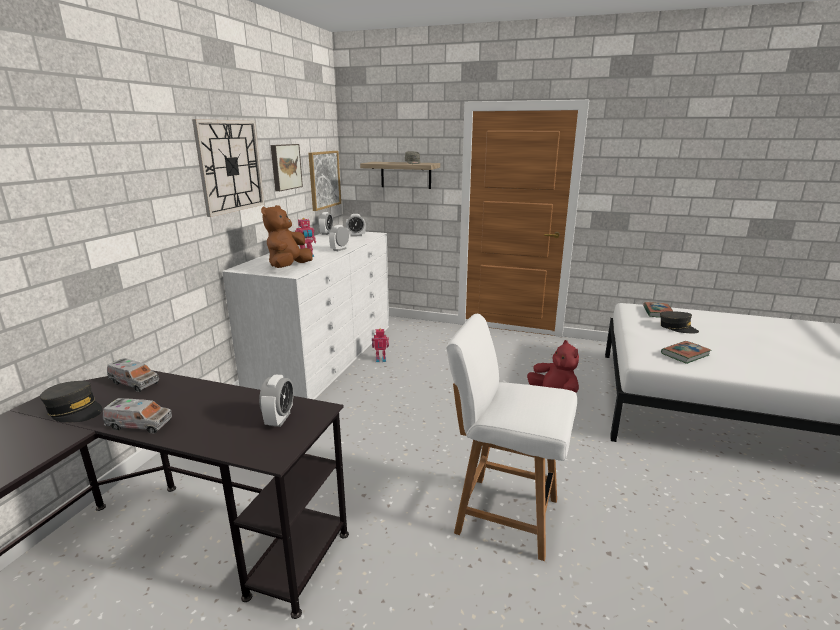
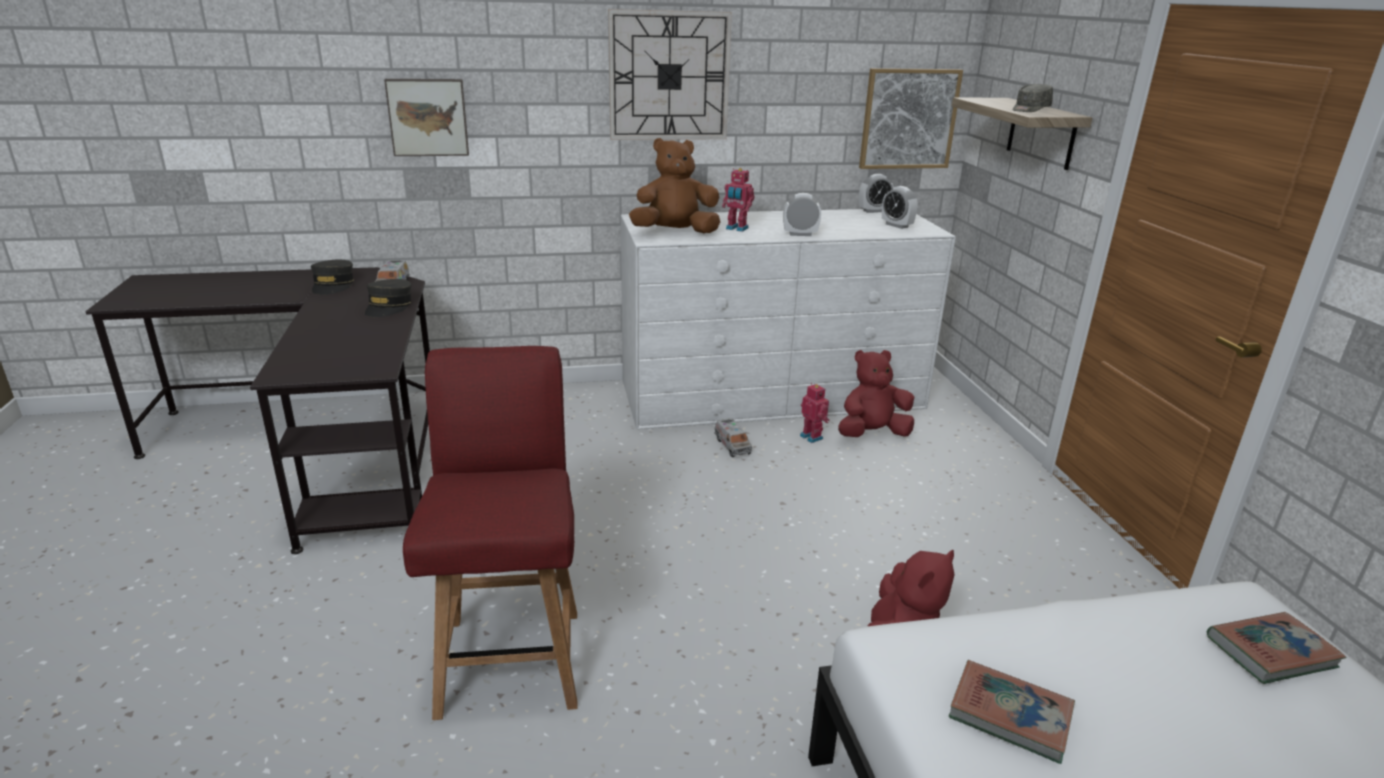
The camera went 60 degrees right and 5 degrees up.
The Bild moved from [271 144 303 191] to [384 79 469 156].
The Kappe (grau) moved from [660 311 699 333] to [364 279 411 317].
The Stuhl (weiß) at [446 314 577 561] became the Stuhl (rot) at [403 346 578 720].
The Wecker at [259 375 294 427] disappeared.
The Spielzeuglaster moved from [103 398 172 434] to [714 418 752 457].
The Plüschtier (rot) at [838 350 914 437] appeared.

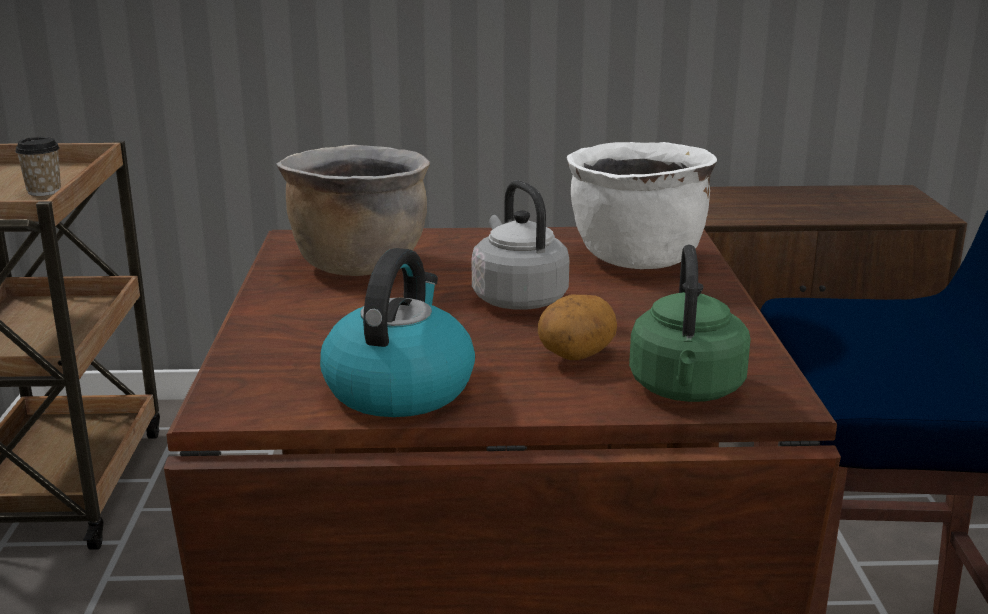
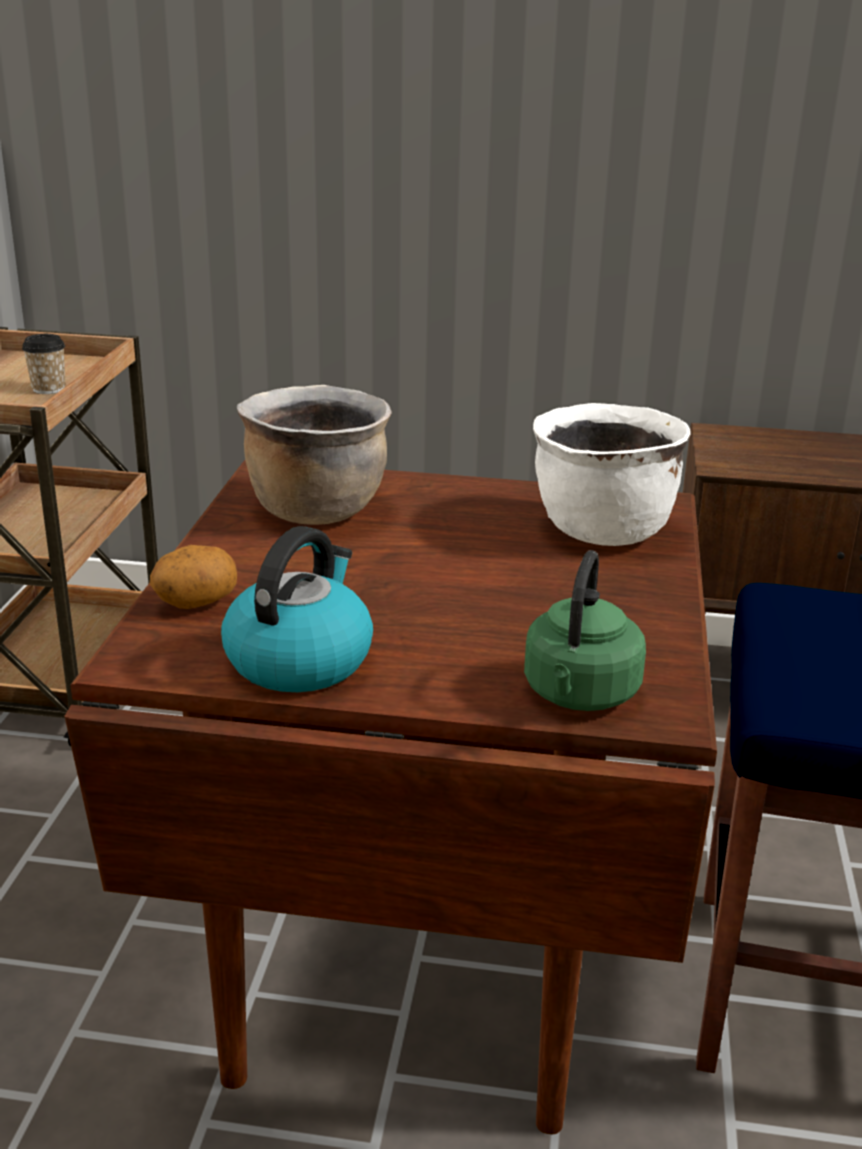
The camera went 10 degrees right and 5 degrees up.
The Wasserkessel (grau) at [472 180 569 310] disappeared.
The Kartoffel moved from [538 294 617 360] to [150 545 237 609].

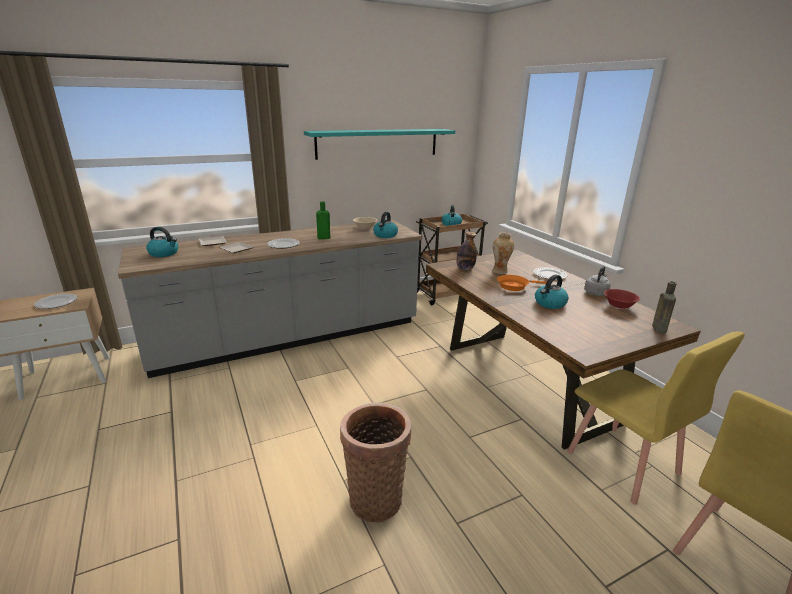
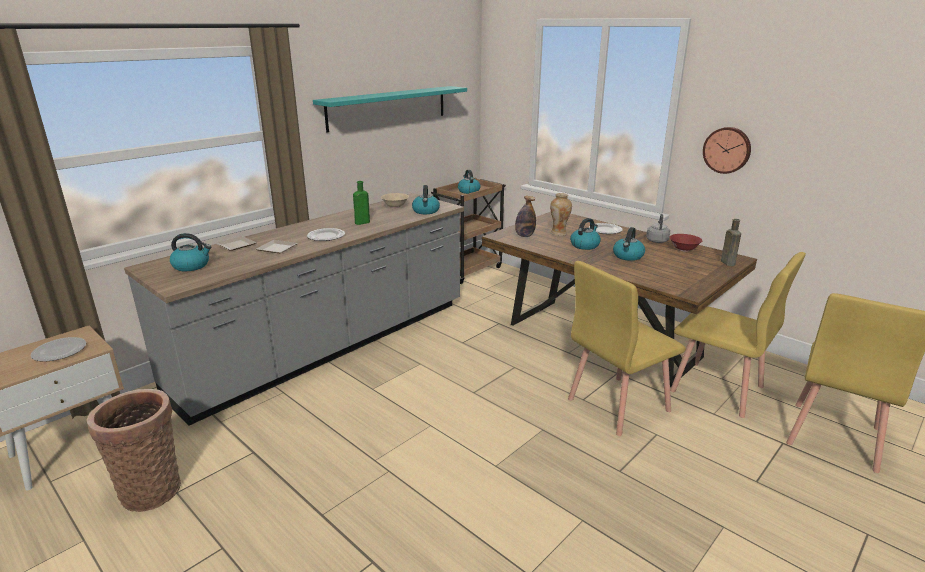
The camera went 20 degrees left and 0 degrees up.
The Pfanne (orange) at [497 275 547 291] was replaced by the Wasserkessel at [570 218 601 250].
The Korb moved from [340 402 411 523] to [87 389 181 512].
The Wanduhr at [703 127 751 174] appeared.
The Stuhl (gelb) at [568 261 686 436] appeared.

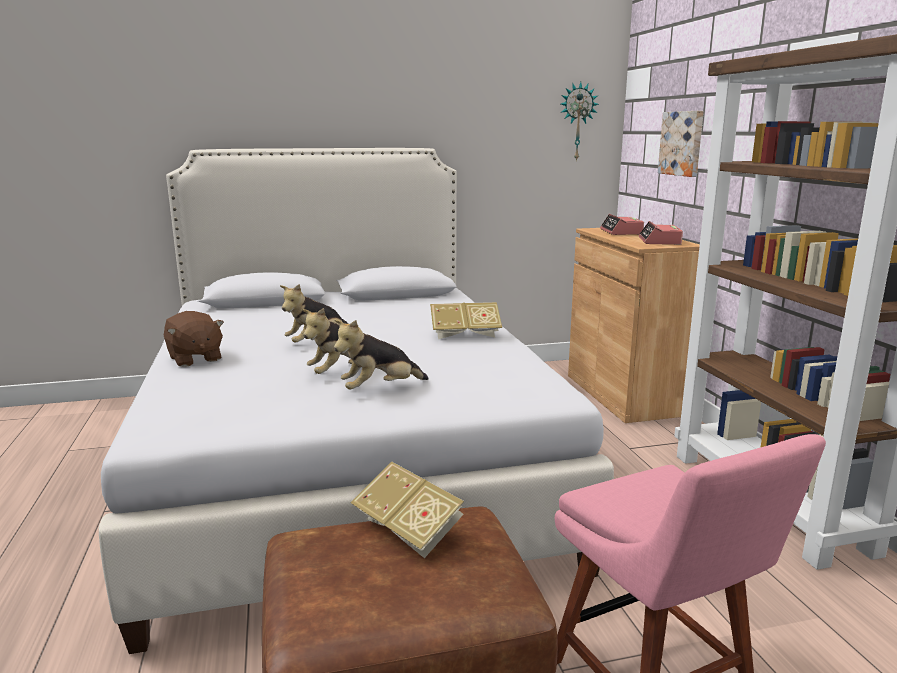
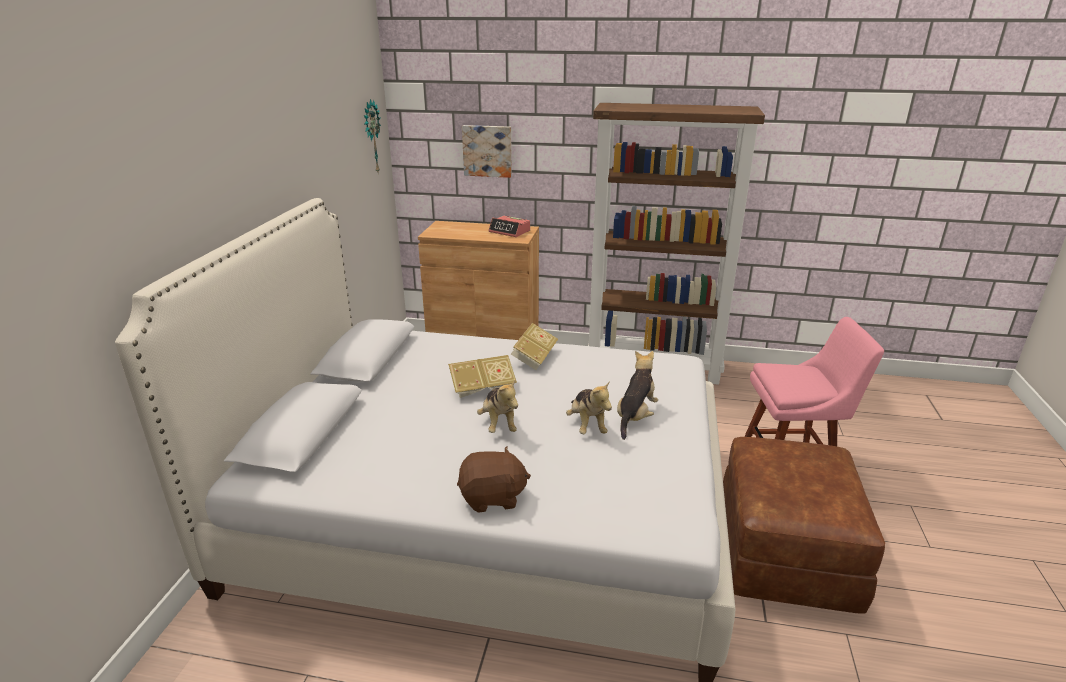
The camera went 65 degrees left and 10 degrees up.
The Wecker at [600 214 644 235] disappeared.
The Plüschtier at [334 320 429 390] turned 150 degrees counterclockwise.
The Buch moved from [350 462 464 558] to [448 355 517 398].

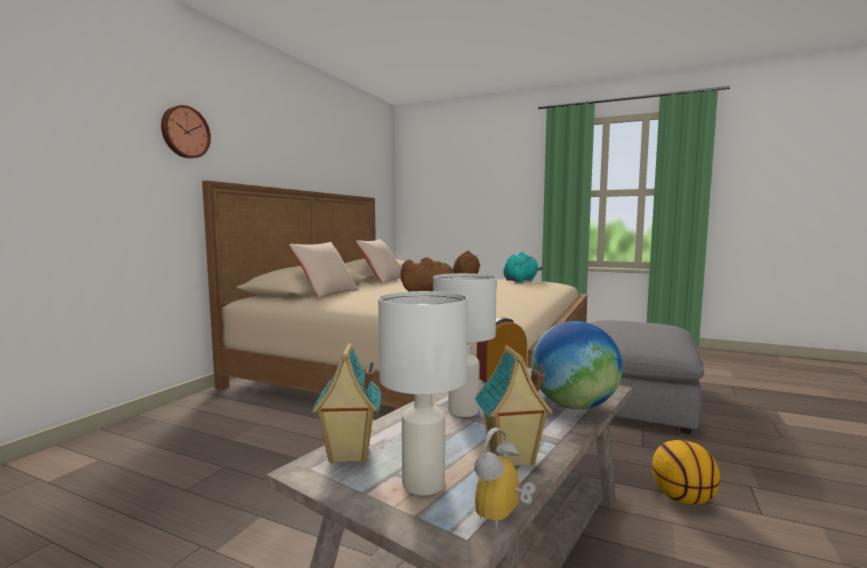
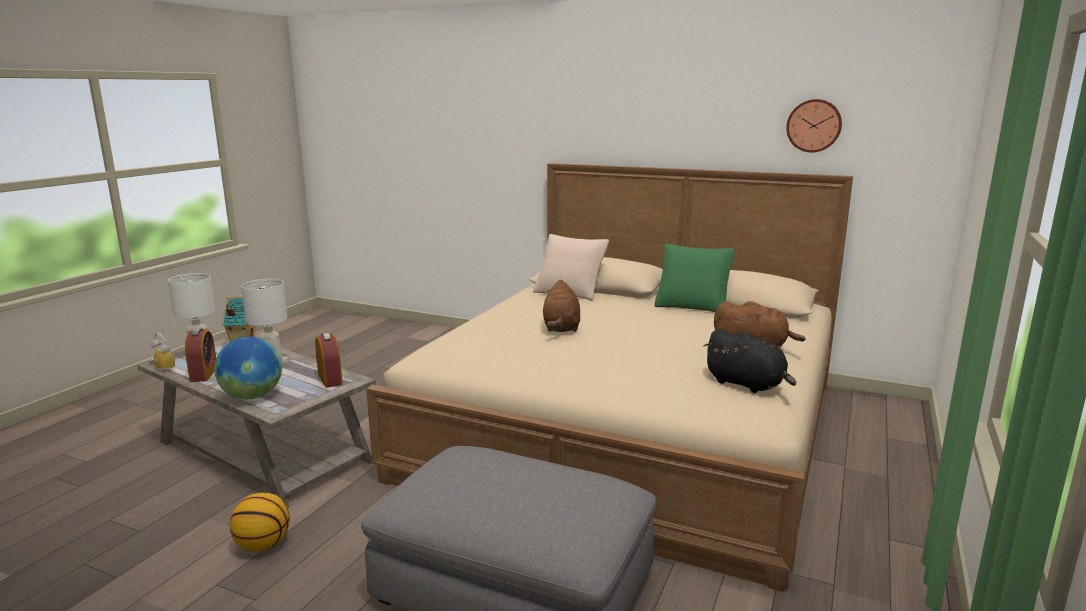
The camera went 90 degrees right and 10 degrees up.
The Wanduhr moved from [161 105 211 158] to [786 99 842 153].
The Kissen (beige) at [356 239 401 284] became the Kissen (grün) at [654 244 735 312].
The Plüschtier (türkis) at [503 252 543 283] became the Plüschtier (schwarz) at [703 328 796 393].
The Spielzeughaus at [475 345 553 466] was replaced by the Wecker at [185 328 216 382].

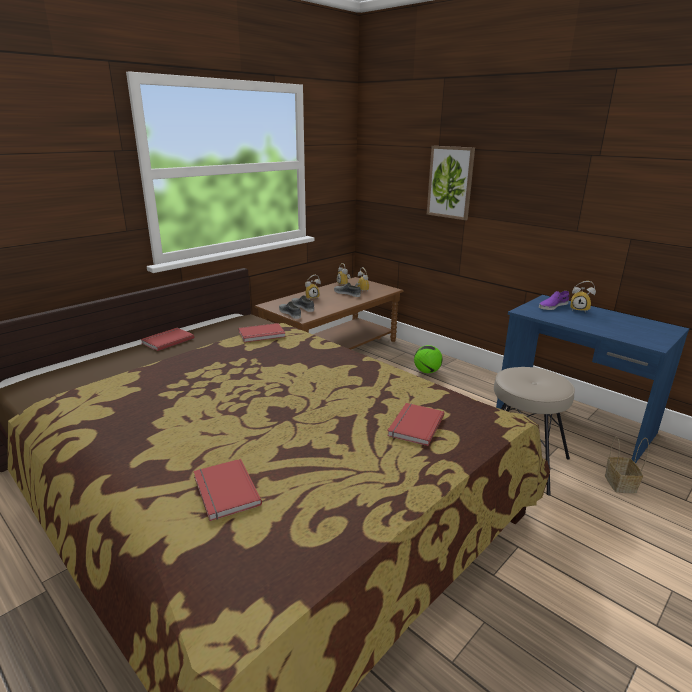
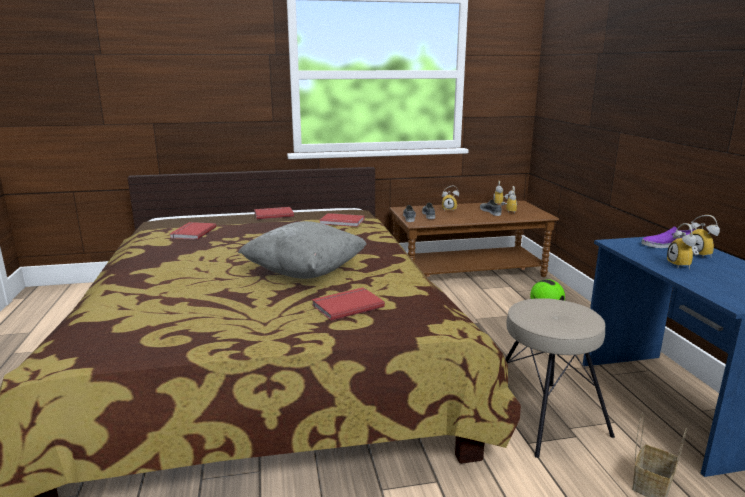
The camera went 35 degrees right and 5 degrees down.
The Bild at [427 146 475 220] disappeared.
The Buch (rot) moved from [194 459 262 521] to [170 222 216 240].
The Kissen (grau) at [238 221 367 279] appeared.
The Wecker at [667 223 699 270] appeared.

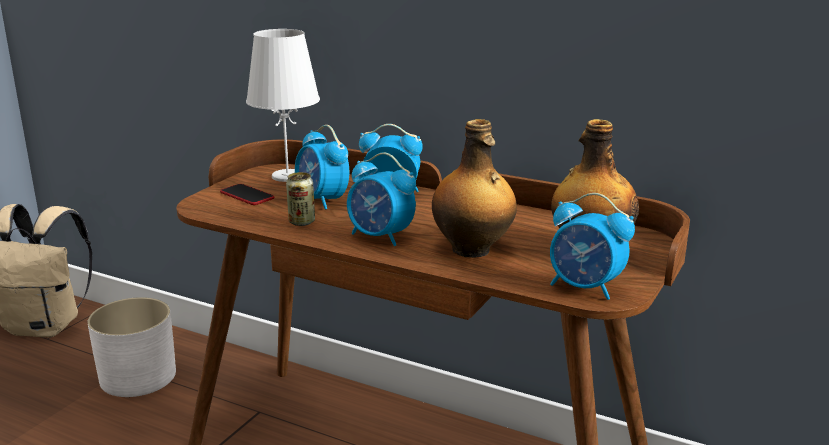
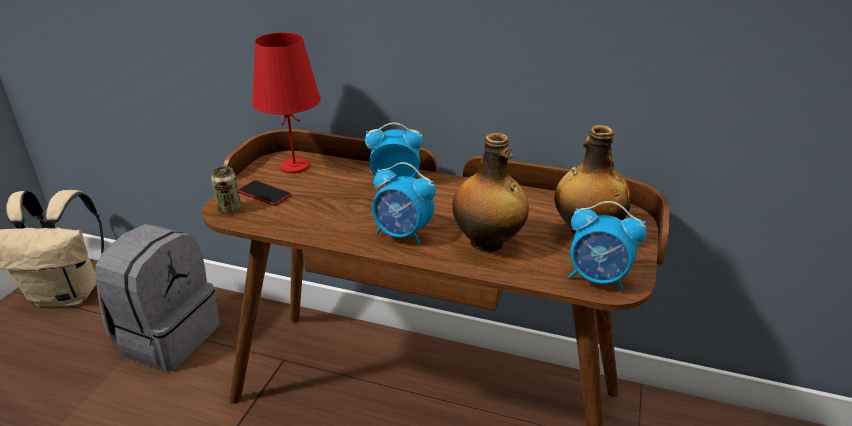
The camera went 10 degrees left and 10 degrees up.
The Tischlampe (weiß) at [246 29 320 182] became the Tischlampe (rot) at [252 33 321 174].
The Wecker at [295 125 350 210] disappeared.
The Dose moved from [286 172 315 226] to [211 167 241 214].
The Pflanzkübel (weiß) at [87 297 176 397] was replaced by the Rucksack (grau) at [95 224 220 372].

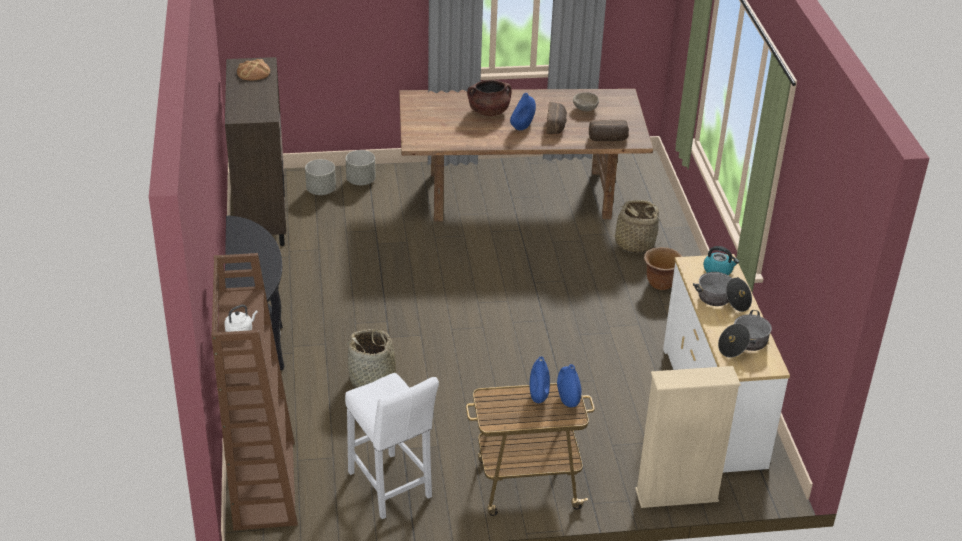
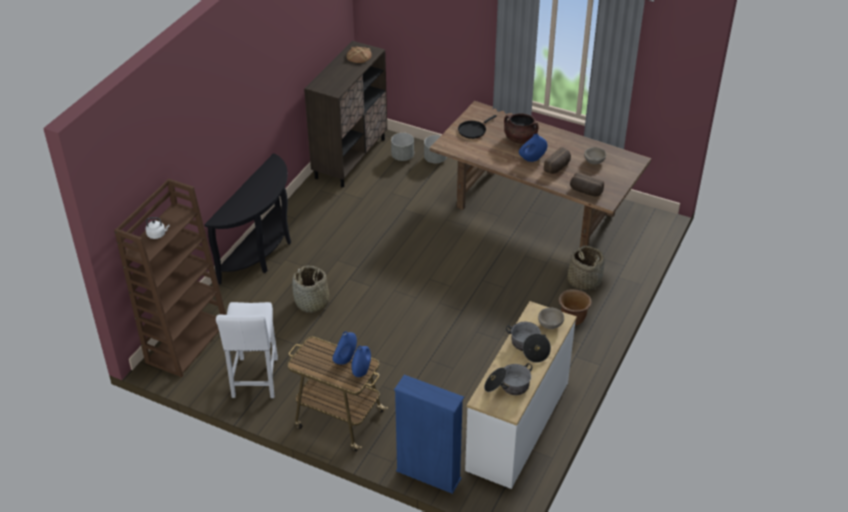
The camera went 35 degrees right and 5 degrees up.
The Wasserkessel at [703 246 739 275] was replaced by the Schüssel (beige) at [538 308 564 329].
The Bücherregal (beige) at [635 366 741 508] became the Bücherregal (blau) at [394 375 464 494].
The Pfanne (schwarz) at [458 115 497 139] appeared.

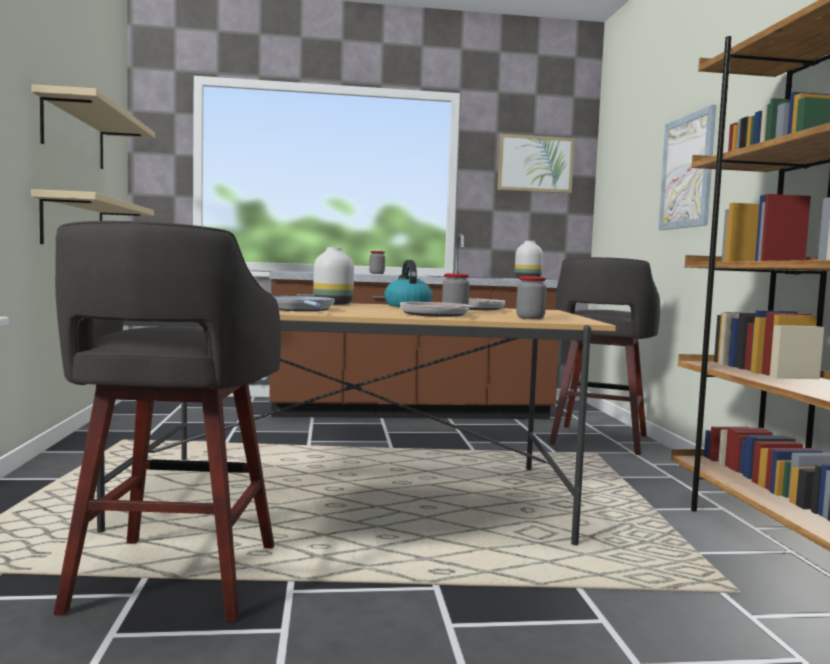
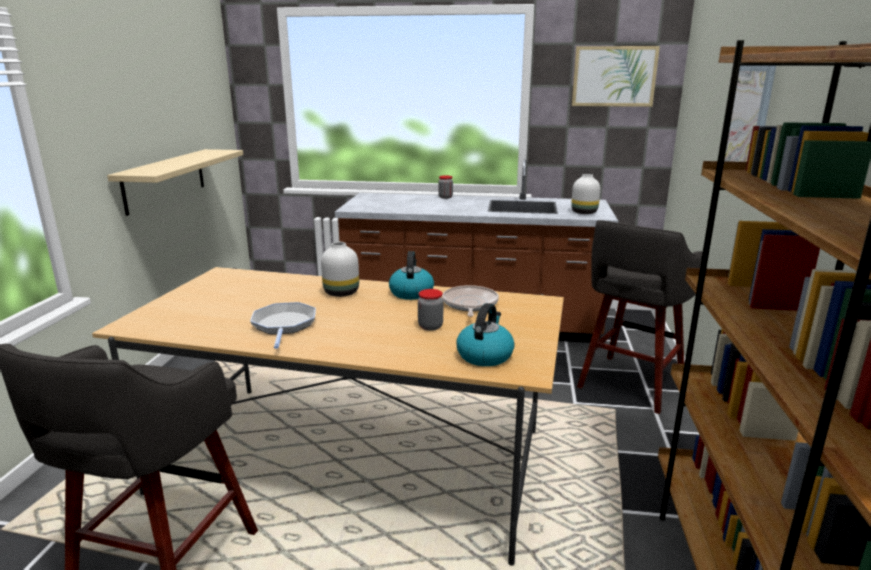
The camera went 15 degrees right and 15 degrees up.
The Wandregal (beige) at [31 84 155 169] disappeared.
The Vorratsglas at [516 276 547 319] was replaced by the Wasserkessel at [456 303 515 366].
The Pfanne at [400 302 476 317] disappeared.

